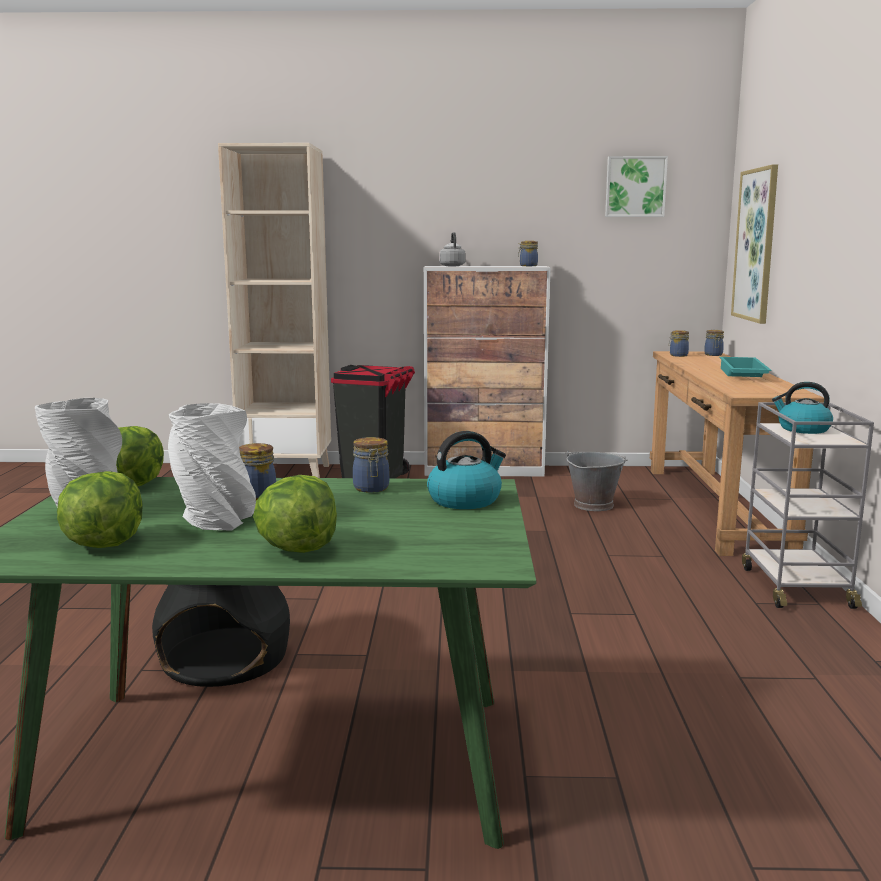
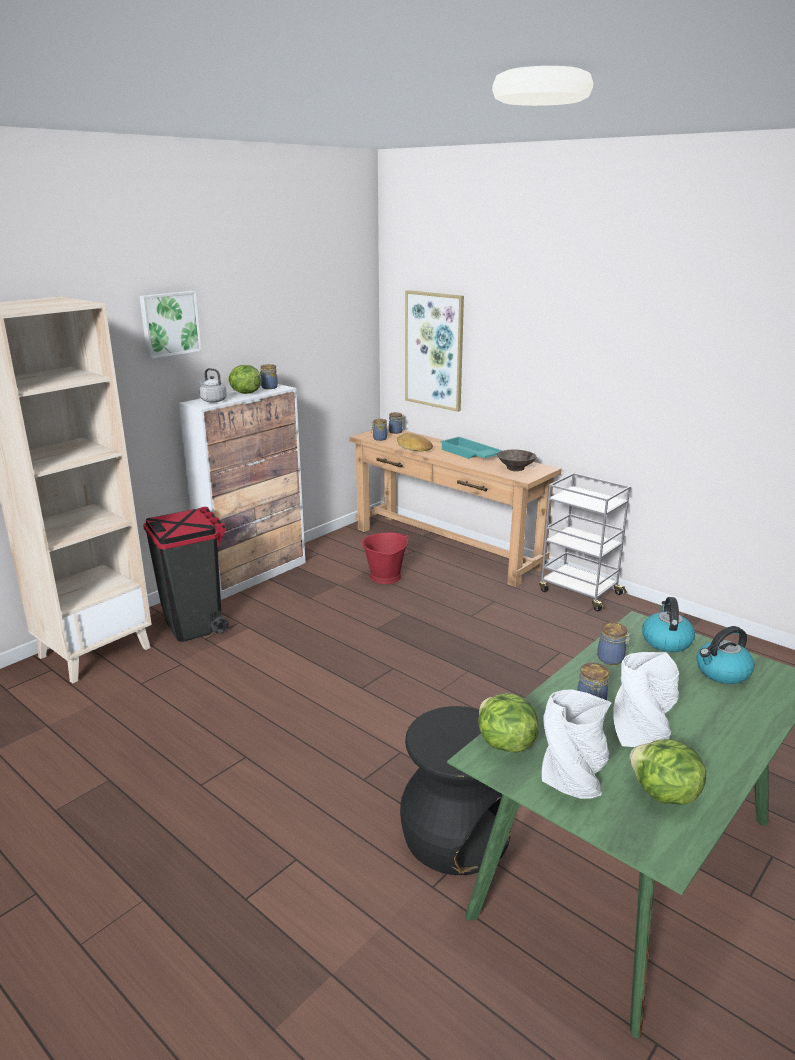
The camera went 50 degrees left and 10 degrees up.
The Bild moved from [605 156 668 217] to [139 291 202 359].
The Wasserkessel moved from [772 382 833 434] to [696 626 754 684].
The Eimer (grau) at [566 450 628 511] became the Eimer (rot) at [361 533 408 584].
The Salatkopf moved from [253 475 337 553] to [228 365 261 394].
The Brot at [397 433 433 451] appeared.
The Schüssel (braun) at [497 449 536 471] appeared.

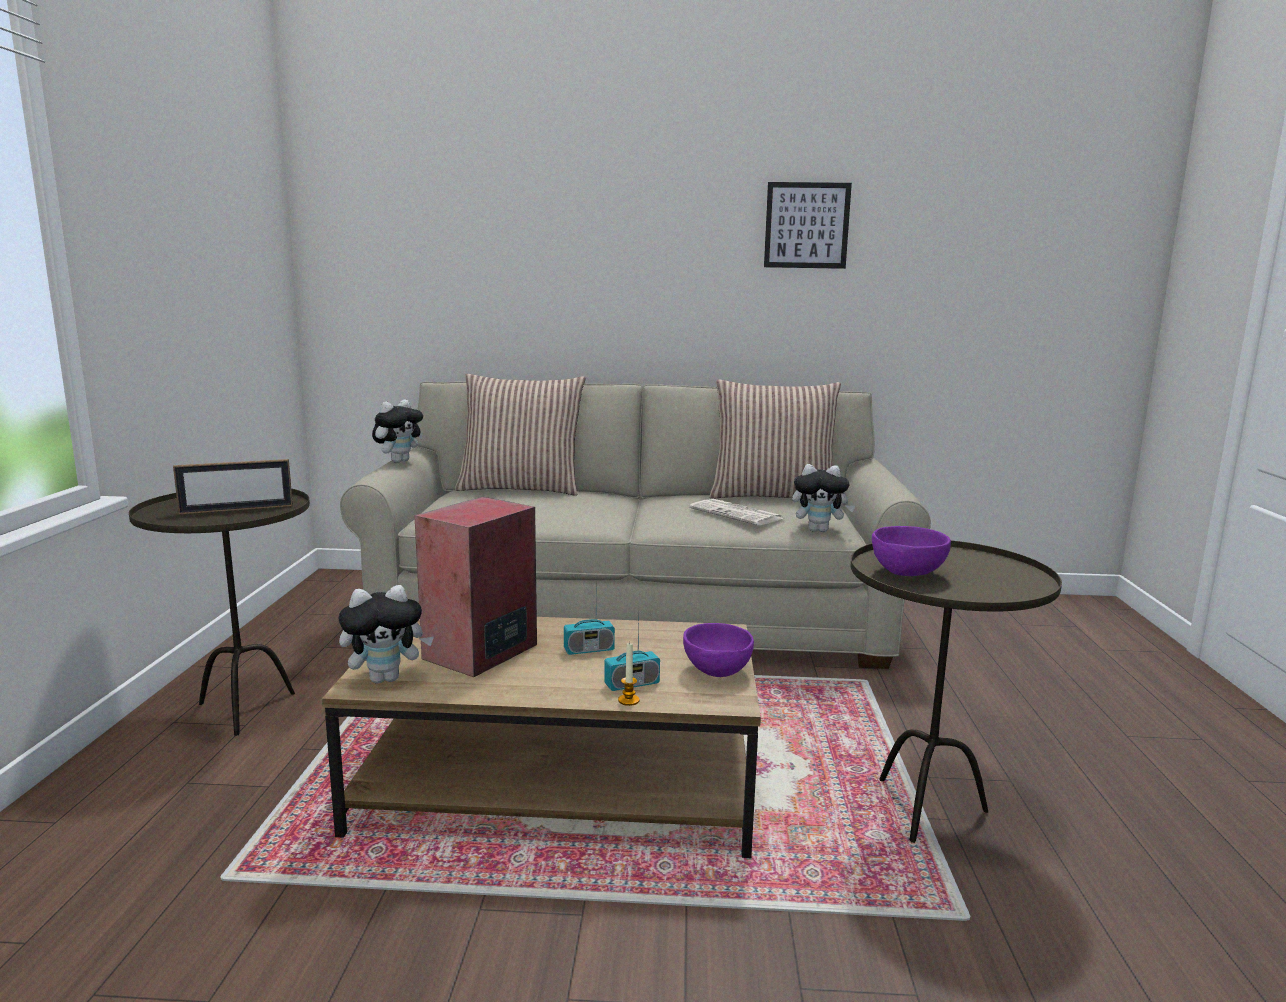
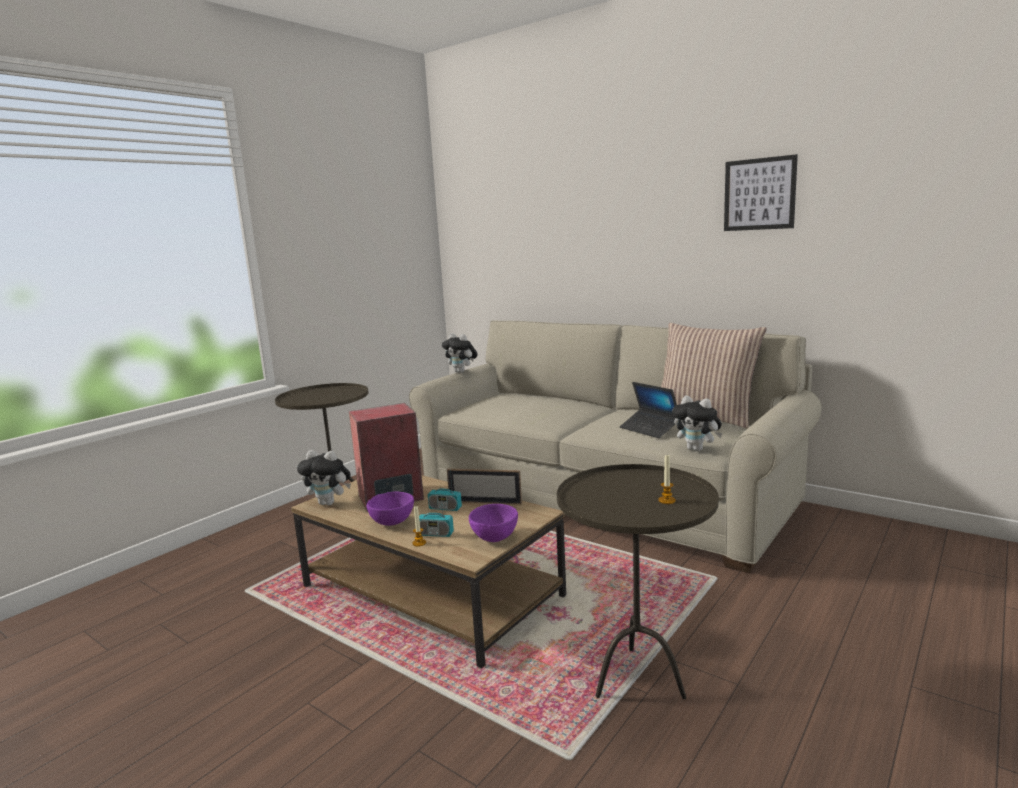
The camera went 35 degrees right and 0 degrees up.
The Kissen at [455 374 585 496] disappeared.
The Plüschtier at [372 400 423 463] turned 60 degrees clockwise.
The Bilderrahmen moved from [173 459 293 514] to [447 469 522 504].
The Zeitung at [689 499 784 525] was replaced by the Laptop at [620 382 677 438].
The Schüssel (lila) moved from [872 526 951 576] to [367 492 414 526].
The Kerze at [658 455 676 504] appeared.

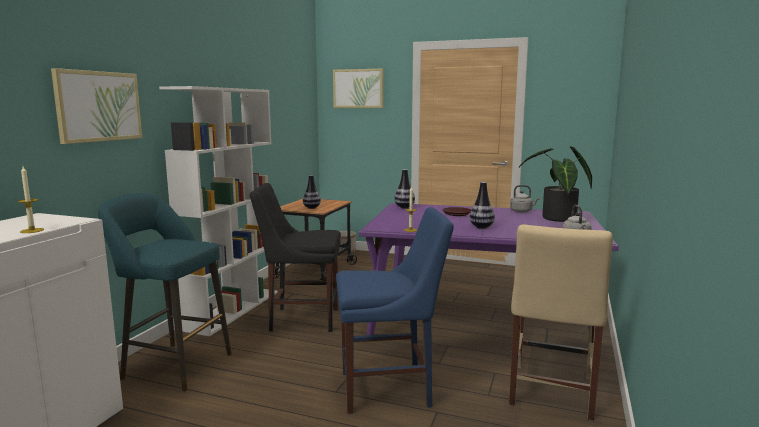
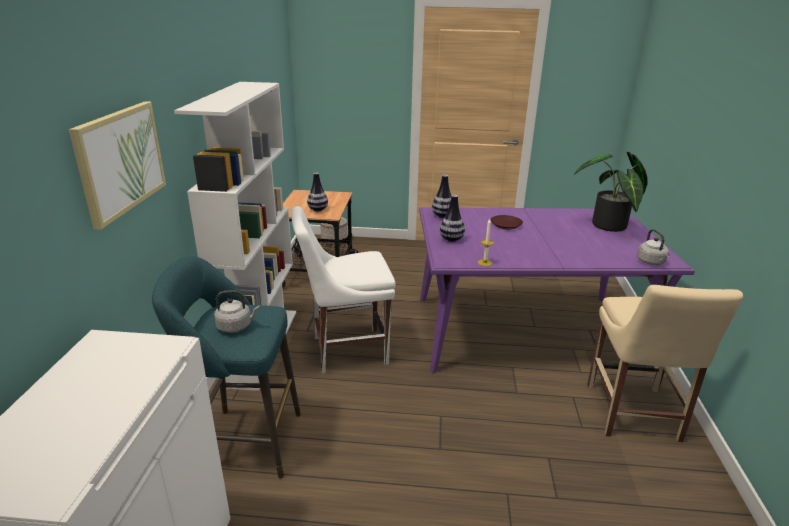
The camera went 15 degrees left and 15 degrees up.
The Bild at [333 69 383 108] disappeared.
The Kerze at [17 166 44 233] disappeared.
The Vase moved from [470 182 495 229] to [440 195 465 242].
The Stuhl (schwarz) at [250 183 341 332] became the Stuhl (weiß) at [291 206 395 374].
The Wasserkessel (grau) moved from [510 185 540 212] to [214 290 260 333].
The Stuhl (blau) at [336 207 454 414] disappeared.

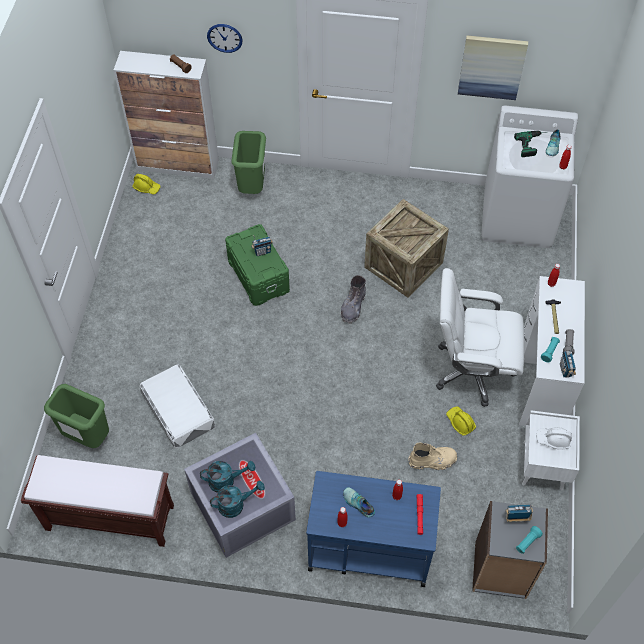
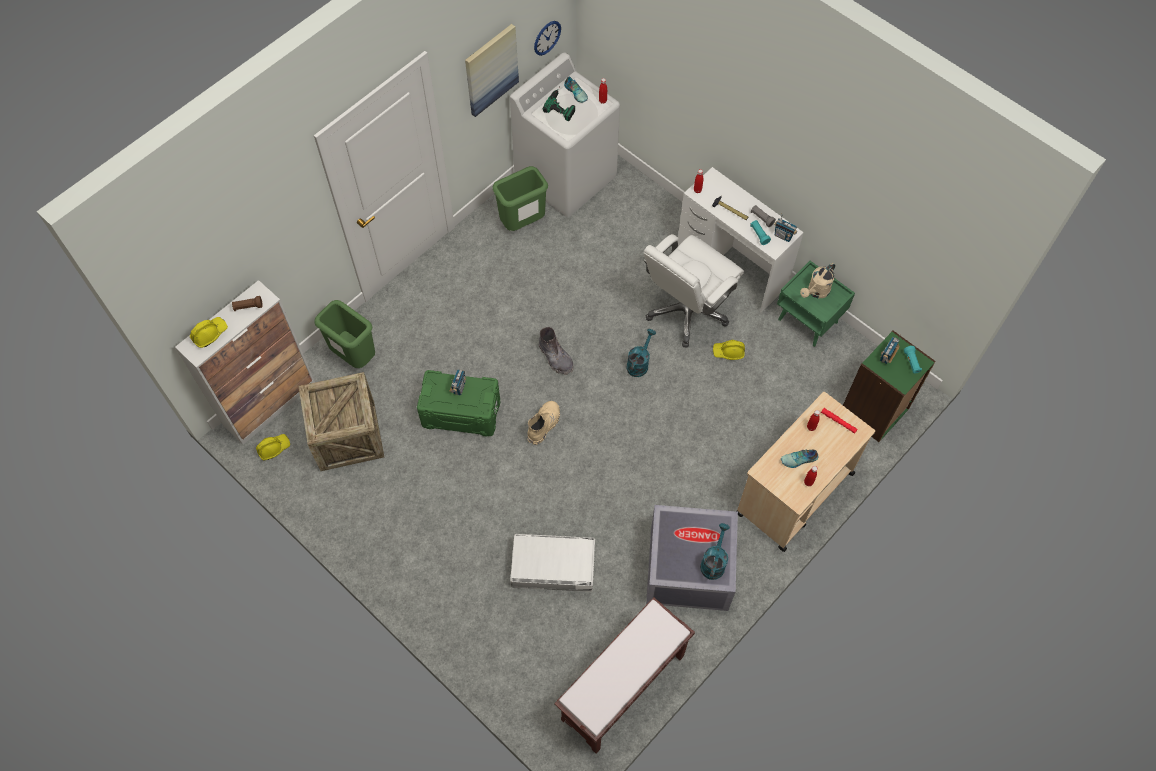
The camera went 55 degrees left and 5 degrees up.
The Wanduhr moved from [207 24 243 53] to [534 21 561 56].
The Kiste moved from [364 199 449 298] to [298 372 384 471].
The Mülleimer (grün) moved from [44 384 109 448] to [492 166 548 231].
The Nachttisch (weiß) at [522 410 580 490] became the Nachttisch (grün) at [777 261 855 347].
The Schutzhelm (weiß) at [536 427 572 449] was replaced by the Gießkanne (beige) at [800 263 835 298].
The Stiefel (beige) moved from [408 443 457 470] to [527 401 560 445].
The Gießkanne (türkis) moved from [200 461 255 493] to [626 329 656 377].
The Rollwagen (blau) at [306 471 441 587] became the Rollwagen (beige) at [736 392 875 552].
The Bücherregal (grau) at [472 501 548 599] became the Bücherregal (grün) at [843 331 936 442].
The Schutzhelm (gelb) at [190 317 228 348] appeared.

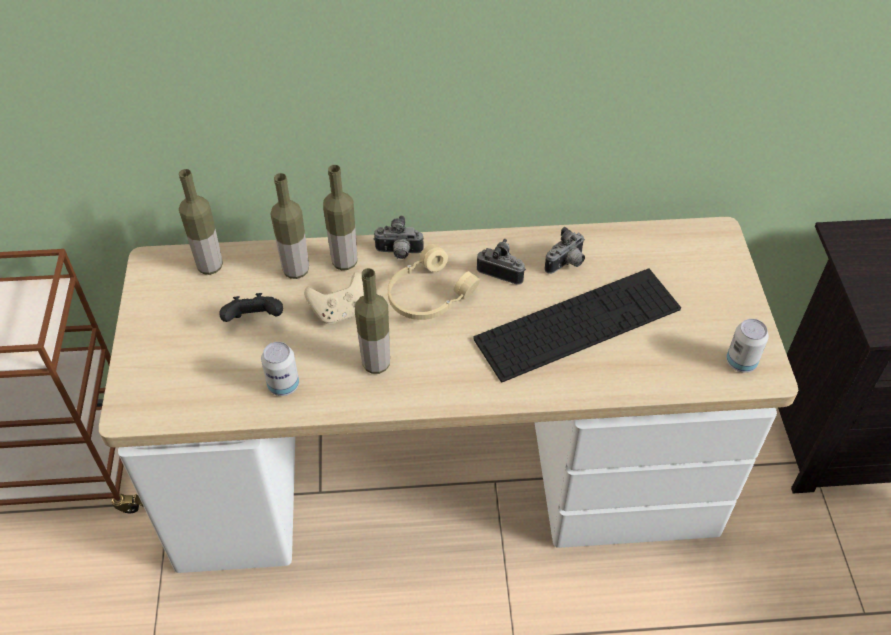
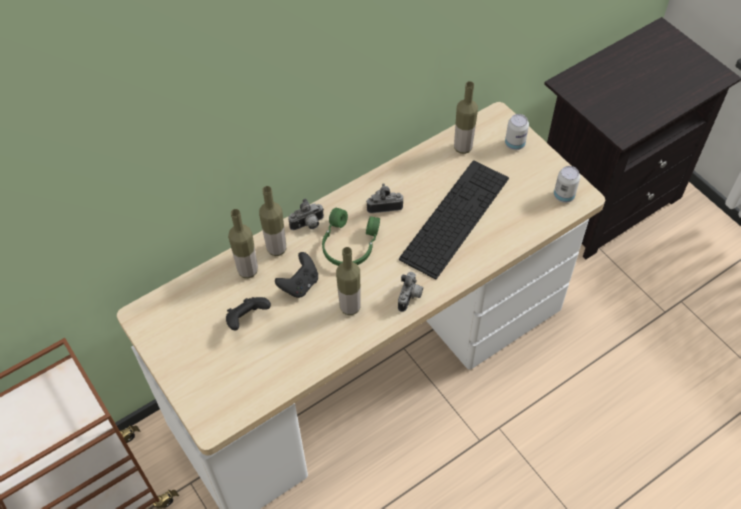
The camera went 30 degrees left and 5 degrees up.
The Flasche moved from [179 169 223 275] to [454 81 478 154].
The Kamera moved from [544 227 585 274] to [398 272 423 312].
The Kopfhörer (beige) at [388 244 480 320] became the Kopfhörer (grün) at [322 208 380 266].
The Gamepad (beige) at [304 272 364 324] became the Gamepad (schwarz) at [275 252 318 298].
The Dose moved from [261 342 299 396] to [505 114 529 150].

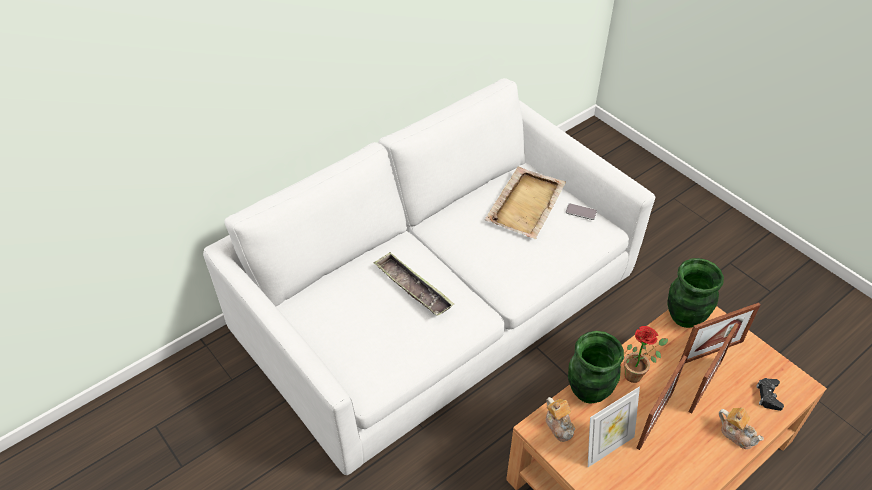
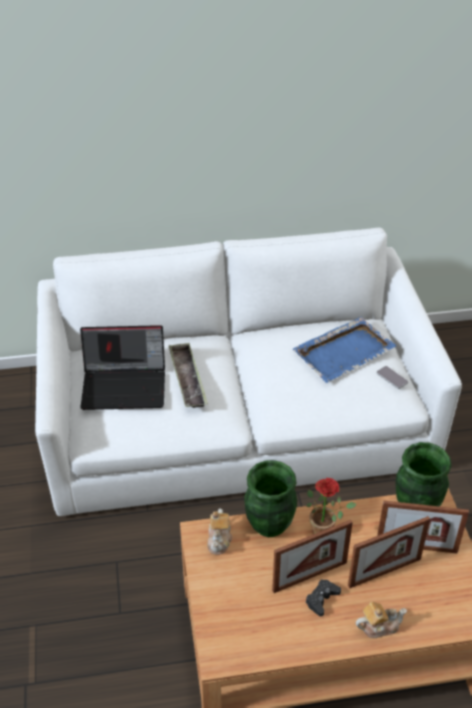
The camera went 30 degrees right and 5 degrees down.
The Tablett (beige) at [485 166 566 239] became the Tablett (blau) at [293 317 396 383].
The Gamepad (schwarz) moved from [756 378 784 411] to [305 579 341 616].
The Bilderrahmen at [588 387 640 467] disappeared.
The Teekanne at [719 408 764 449] turned 90 degrees counterclockwise.
The Laptop at [80 325 165 410] appeared.

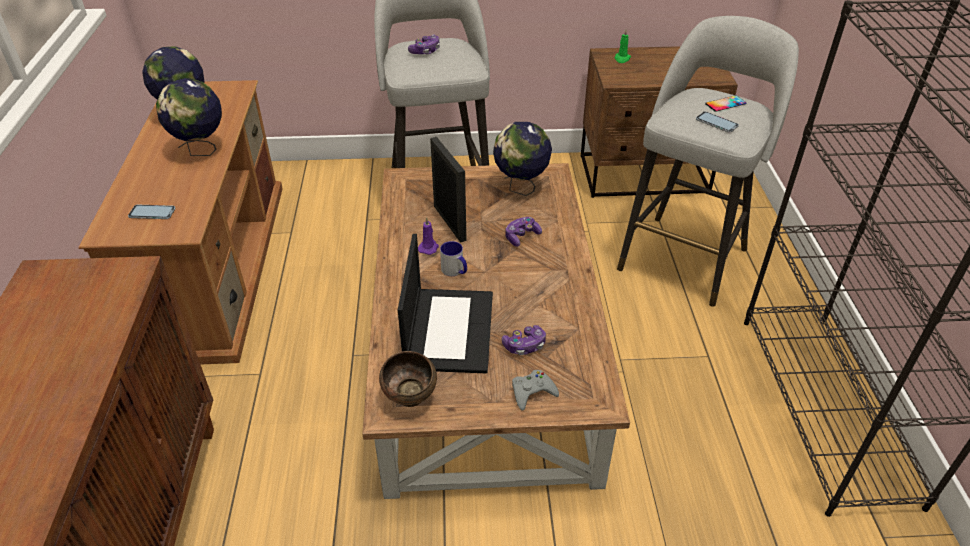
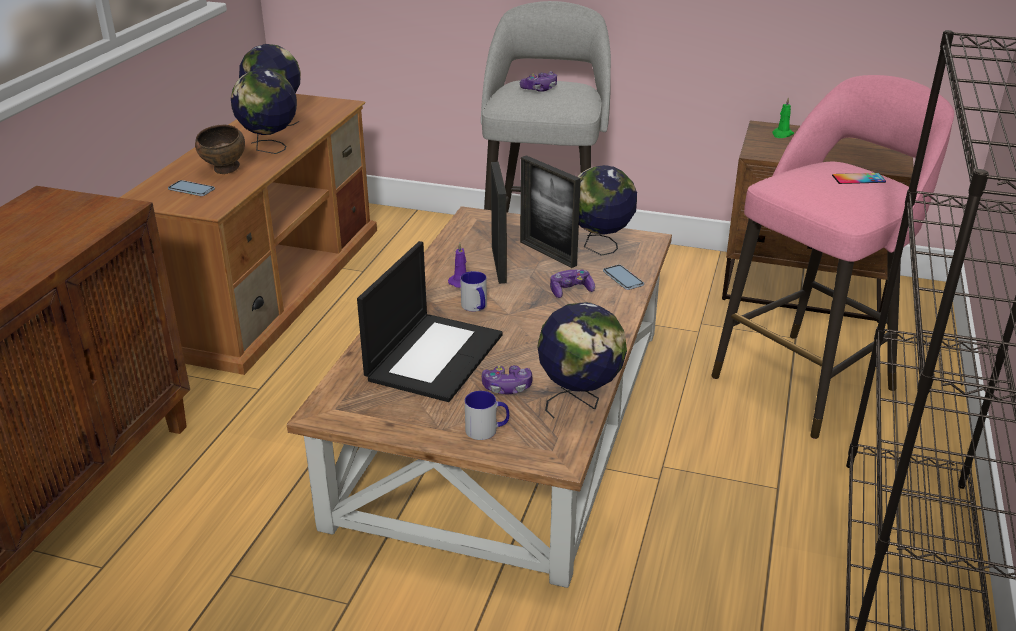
The camera went 20 degrees right and 10 degrees down.
The Hocker (grau) at [617 16 799 307] became the Hocker (rosa) at [711 75 954 439].
The Handy moved from [696 111 739 133] to [603 265 644 290].
The Schüssel (braun) moved from [379 351 437 407] to [195 125 245 174].
The Gamepad (grau) at [512 370 559 411] was replaced by the Henkelbecher at [465 391 509 440].
The Bilderrahmen at [520 155 581 268] appeared.
The Globus at [537 302 627 419] appeared.

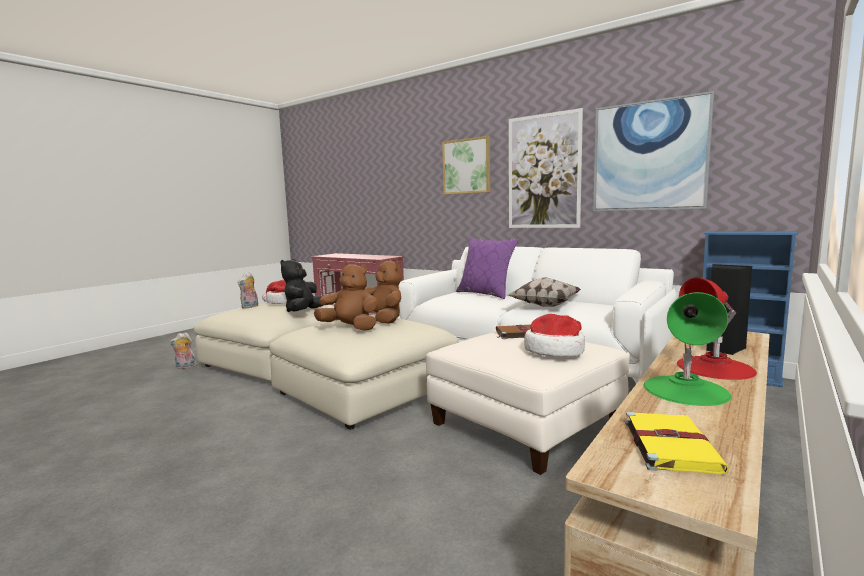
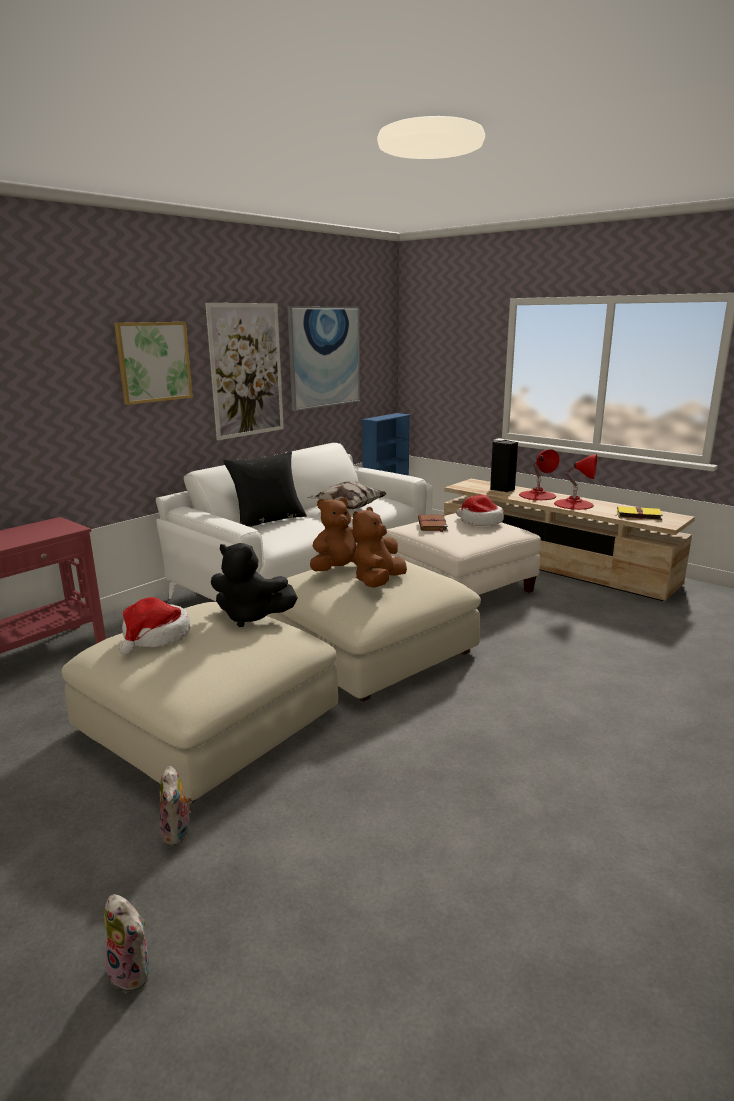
The camera went 85 degrees left and 10 degrees up.
The Kissen (lila) at [456 237 519 299] became the Kissen (schwarz) at [223 450 307 527].
The Plüschtier moved from [237 272 258 309] to [104 894 149 993].
The Tischlampe (grün) at [644 292 731 406] became the Tischlampe (rot) at [554 454 597 510].

